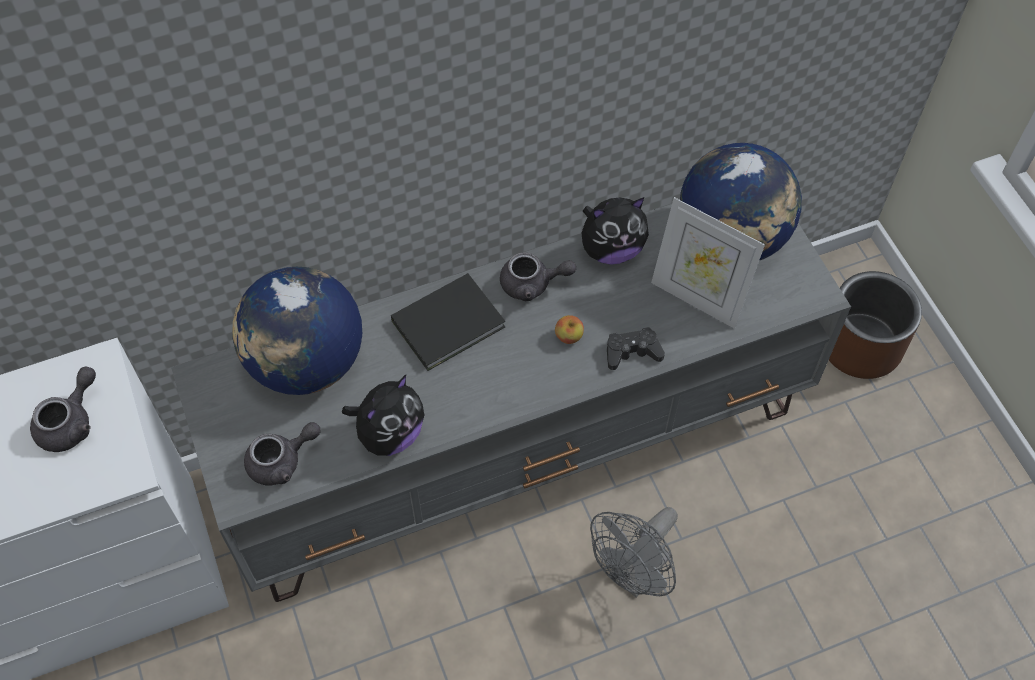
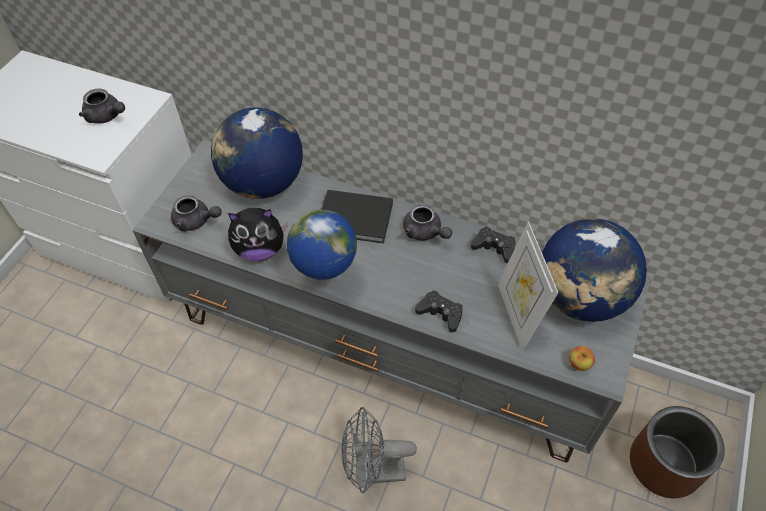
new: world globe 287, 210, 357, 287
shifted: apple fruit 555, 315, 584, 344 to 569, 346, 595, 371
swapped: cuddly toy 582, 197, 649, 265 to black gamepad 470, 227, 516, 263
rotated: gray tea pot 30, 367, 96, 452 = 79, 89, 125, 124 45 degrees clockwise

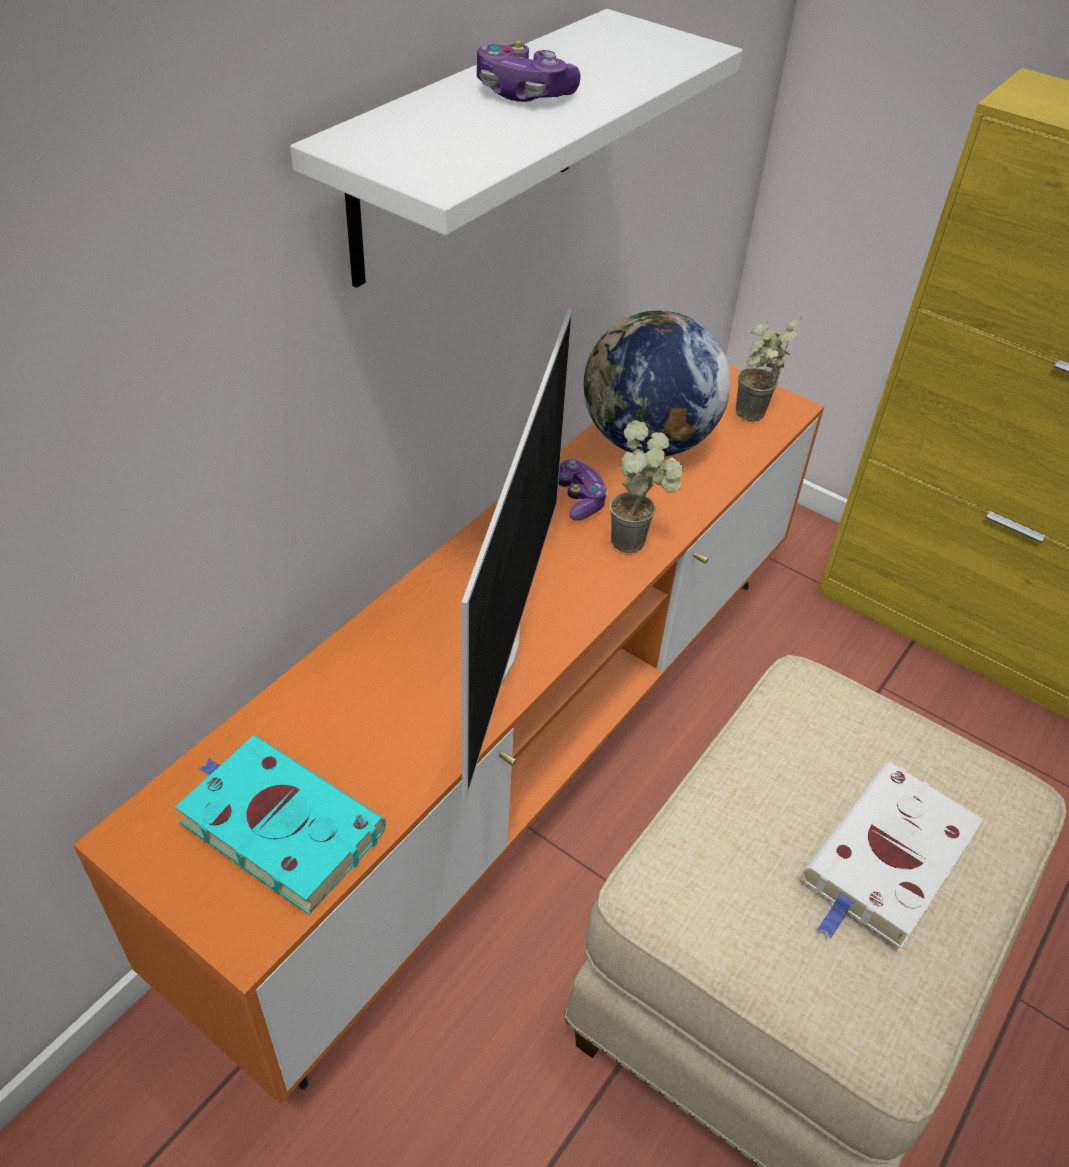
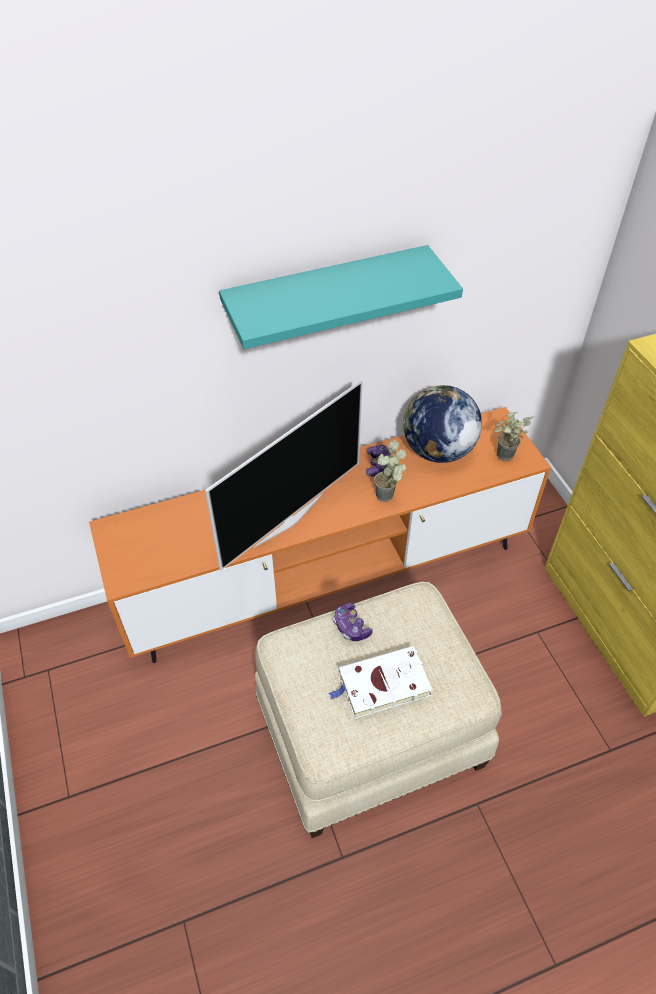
gone: turquoise-coloured volume 175, 735, 386, 915
shifted: gamepad 477, 41, 581, 102 to 333, 603, 373, 641
repainted: white-coloured shelf 290, 9, 743, 288 to turquoise-coloured shelf 219, 245, 463, 349

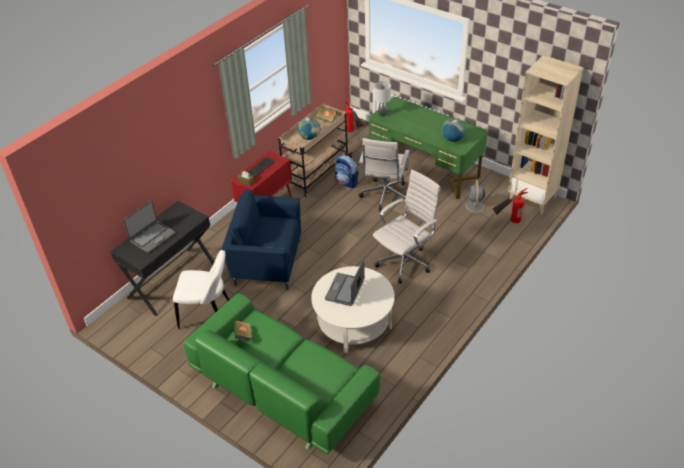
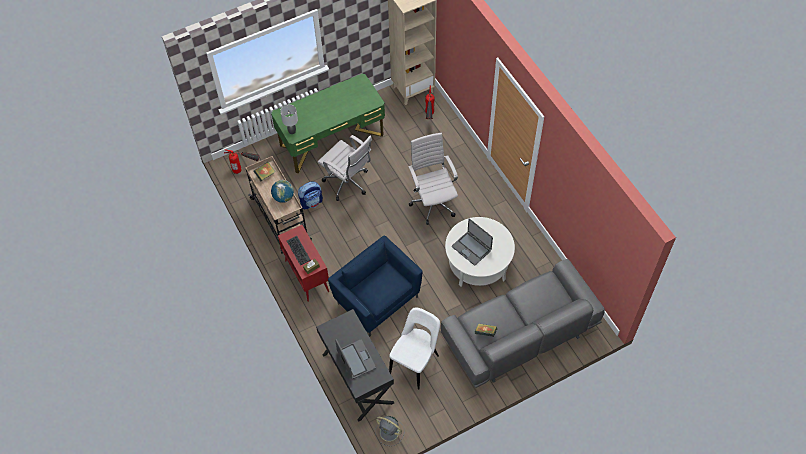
gone: world globe 442, 118, 465, 142
shifted: gray fan 462, 180, 488, 216 to 375, 416, 405, 446
repainted: green-coloured couch 184, 294, 380, 455 to gray couch 441, 259, 605, 388
rotated: blue-coloured easy chair 222, 189, 301, 290 = 328, 235, 422, 336 105 degrees clockwise

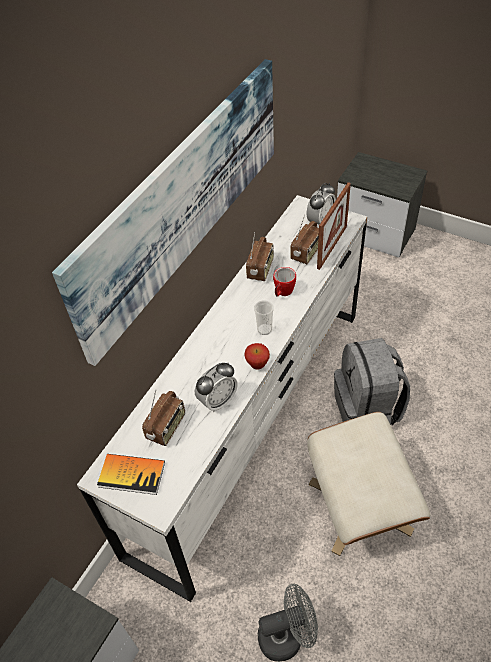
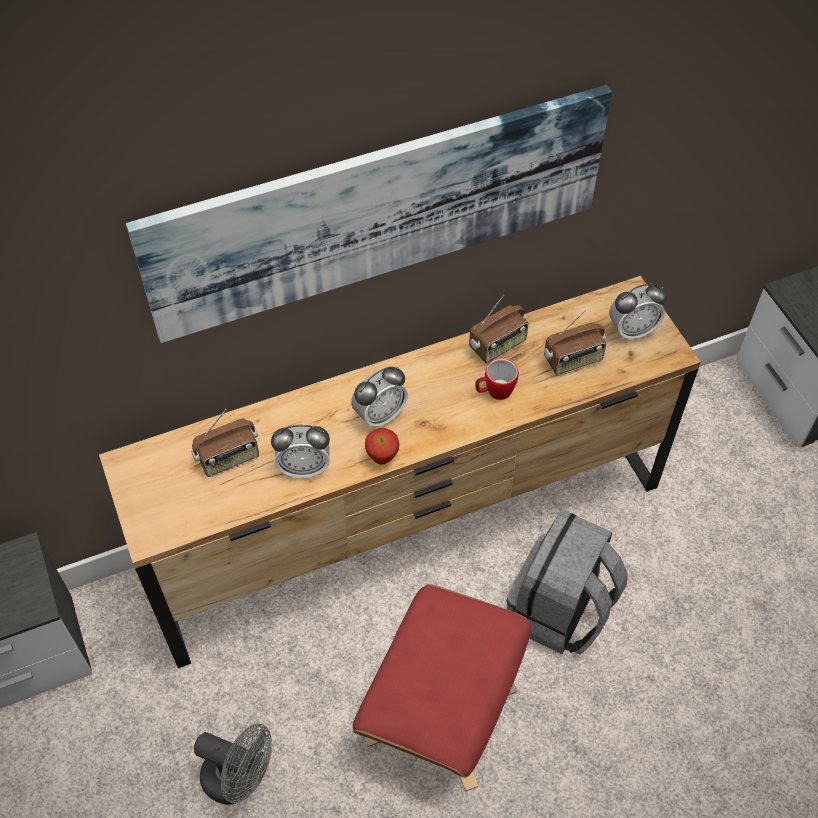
gone: volume 97, 454, 165, 495; cup 254, 300, 274, 335; photo frame 317, 182, 351, 270
new: table clock 351, 367, 408, 429
repainted: white-coloured drawer chest 77, 195, 367, 602 to brownish drawer chest 99, 276, 701, 669; beige pouffe 307, 412, 430, 556 to reddish pouffe 353, 584, 531, 791

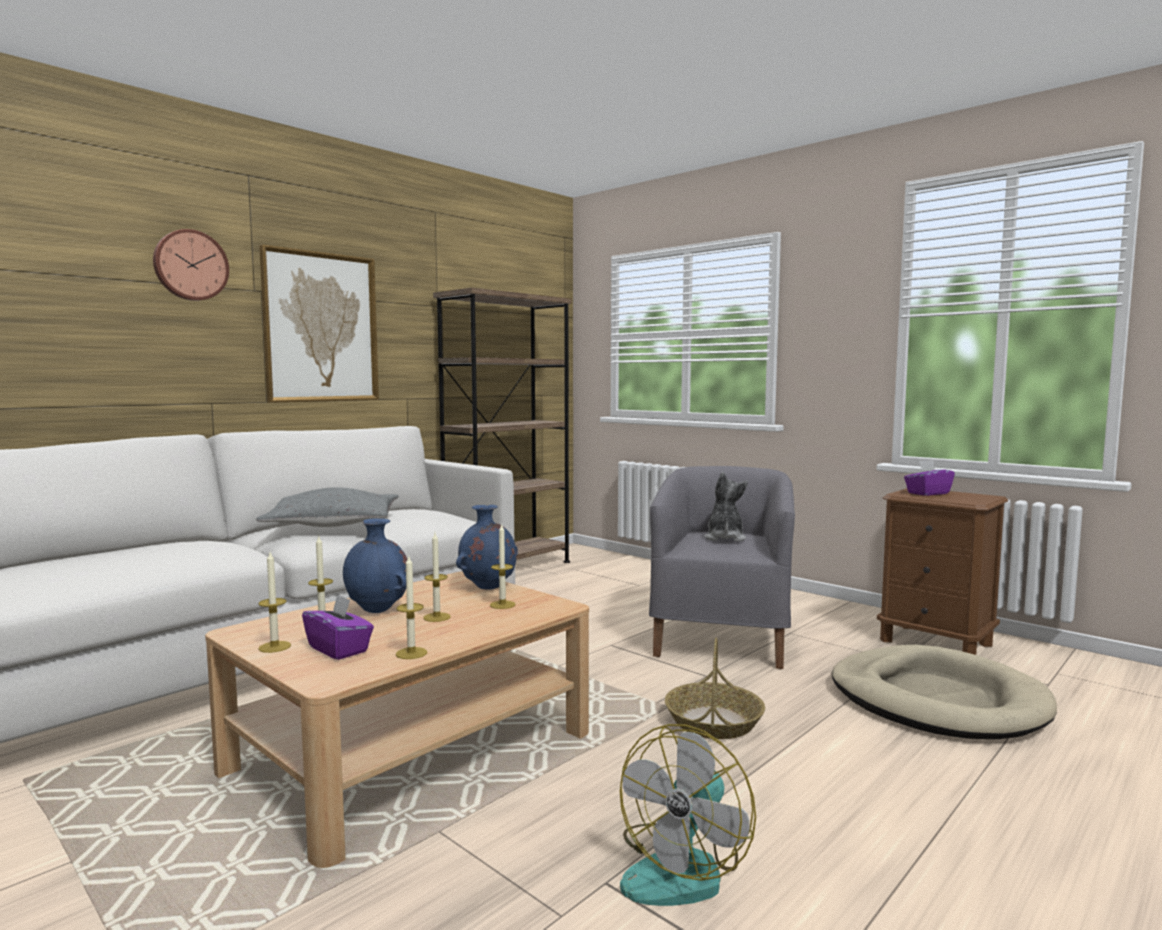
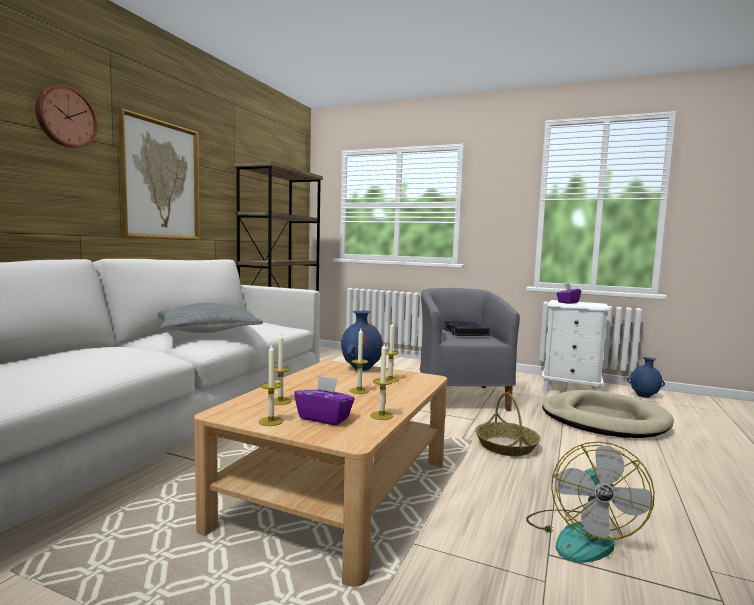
shifted: blue-coloured vase 343, 518, 408, 613 to 627, 357, 665, 398
swapped: cuddly toy 704, 472, 748, 542 to volume 443, 321, 490, 336
repainted: brownish bedside table 877, 488, 1008, 655 to white-coloured bedside table 542, 300, 610, 391

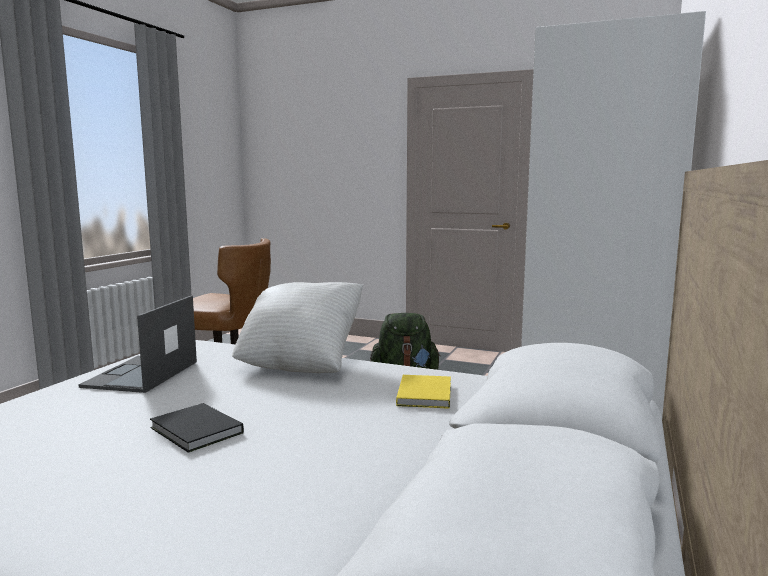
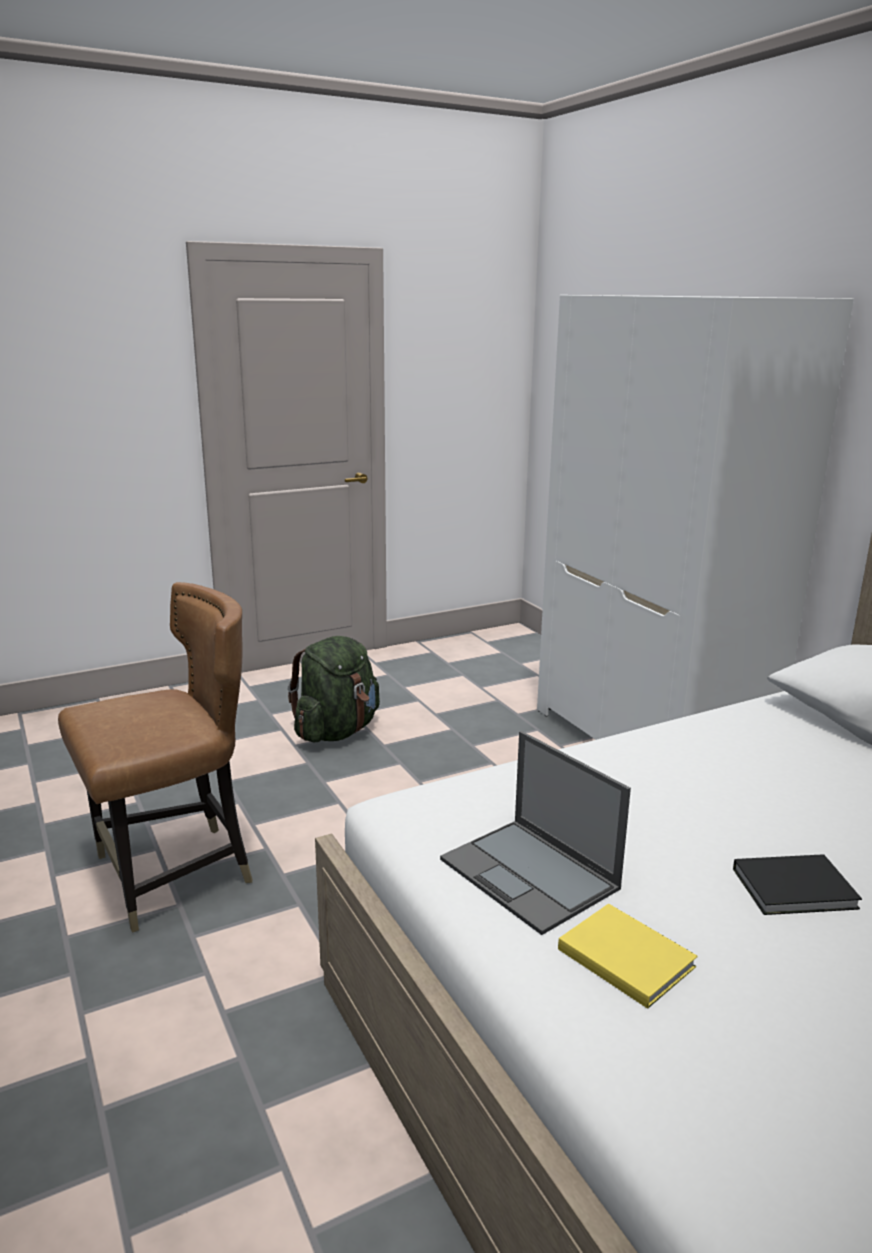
gone: white-coloured throw pillow 232, 282, 364, 373
shifted: yellowish volume 396, 375, 451, 409 to 558, 904, 698, 1009

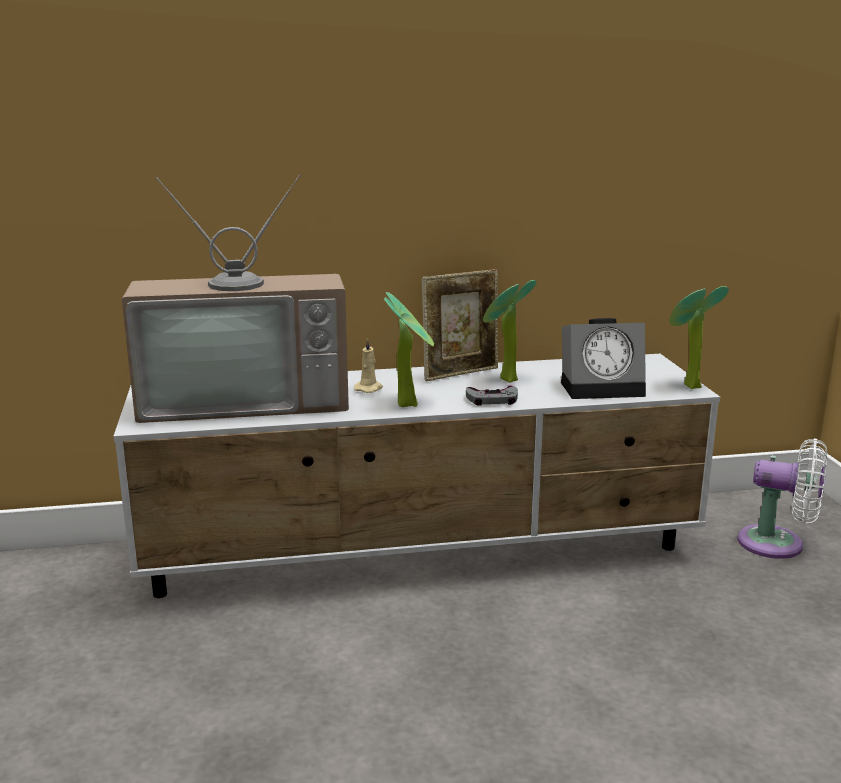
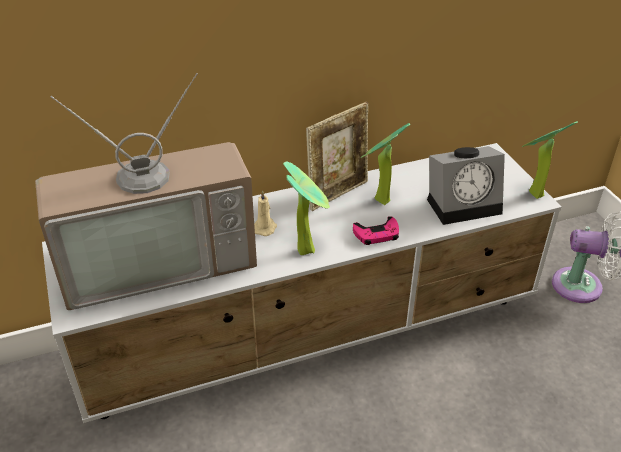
repainted: gray gamepad 466, 386, 518, 406 to pink gamepad 353, 216, 399, 245

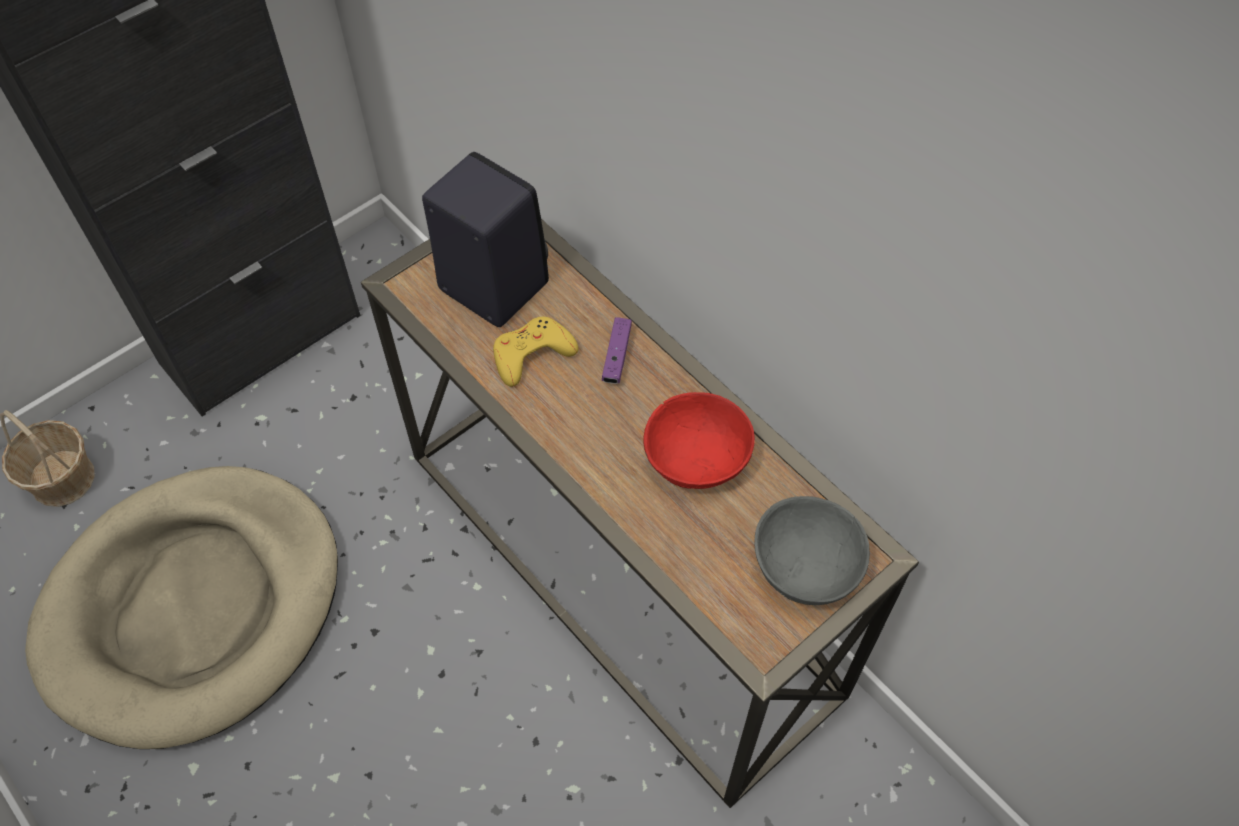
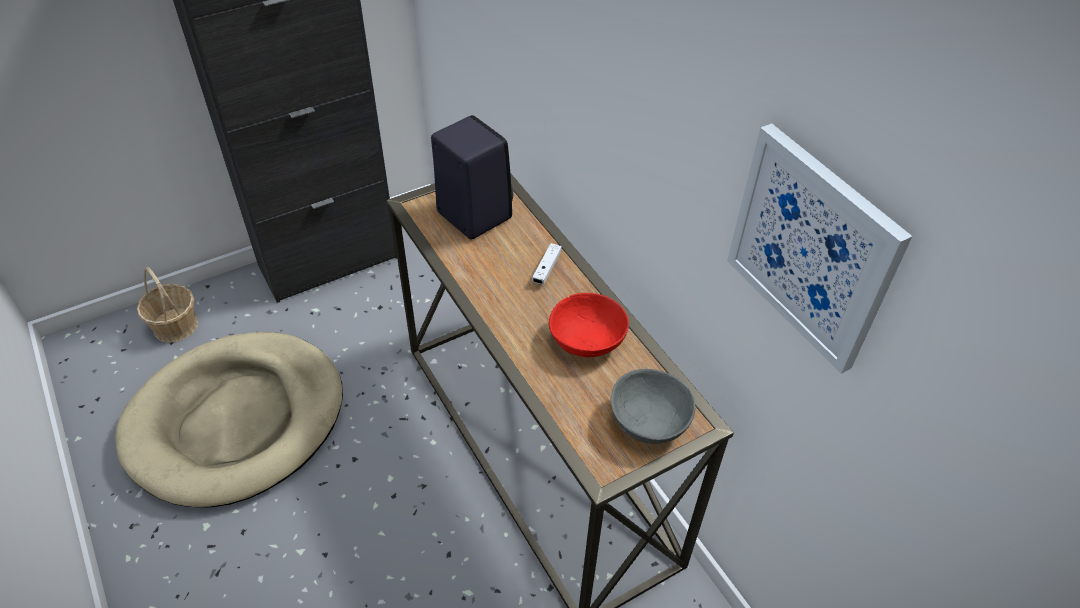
gone: yellowish gamepad 493, 317, 578, 387
new: wall art 727, 123, 912, 374
repainted: purple gamepad 602, 317, 632, 384 to white-coloured gamepad 532, 243, 562, 284

